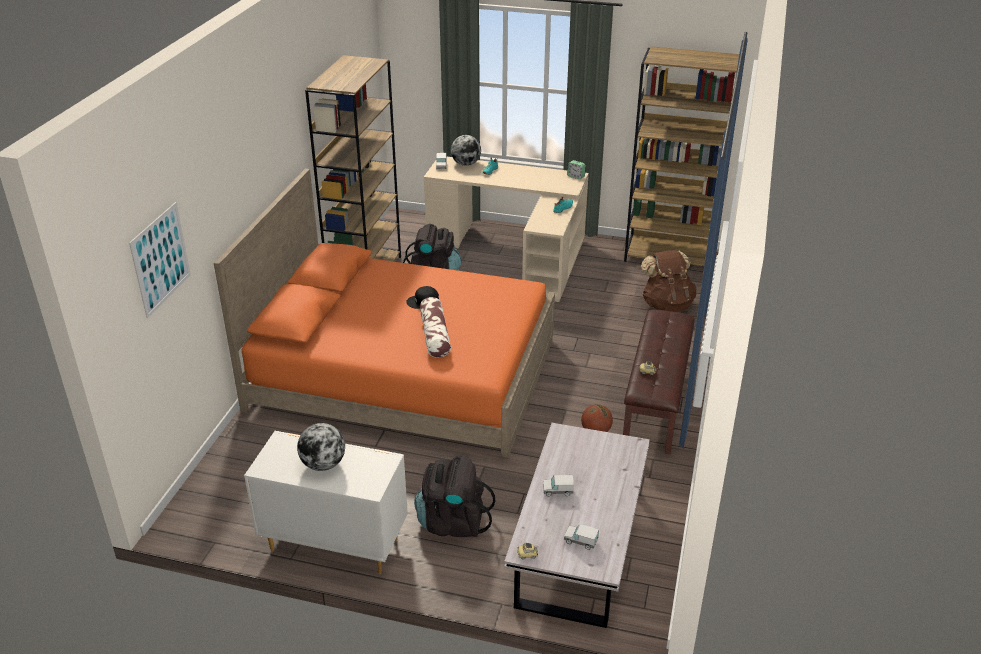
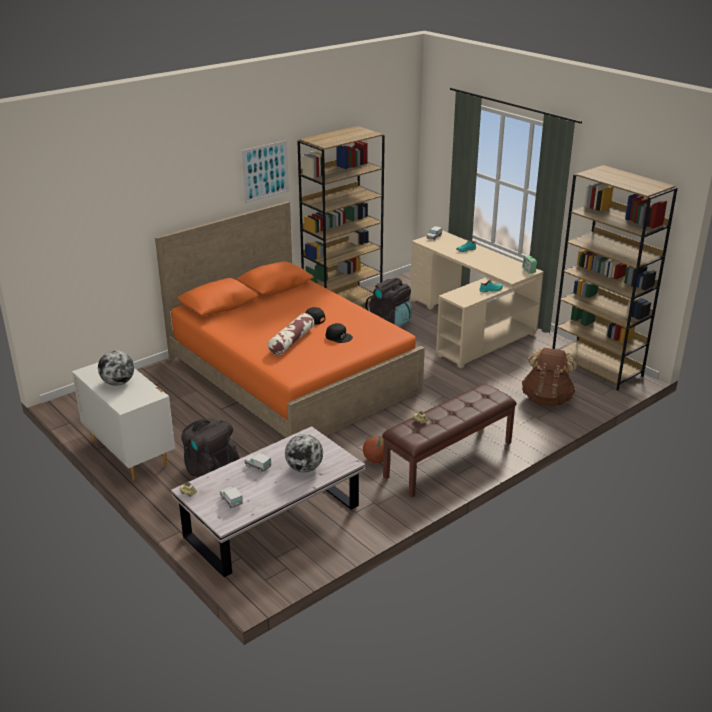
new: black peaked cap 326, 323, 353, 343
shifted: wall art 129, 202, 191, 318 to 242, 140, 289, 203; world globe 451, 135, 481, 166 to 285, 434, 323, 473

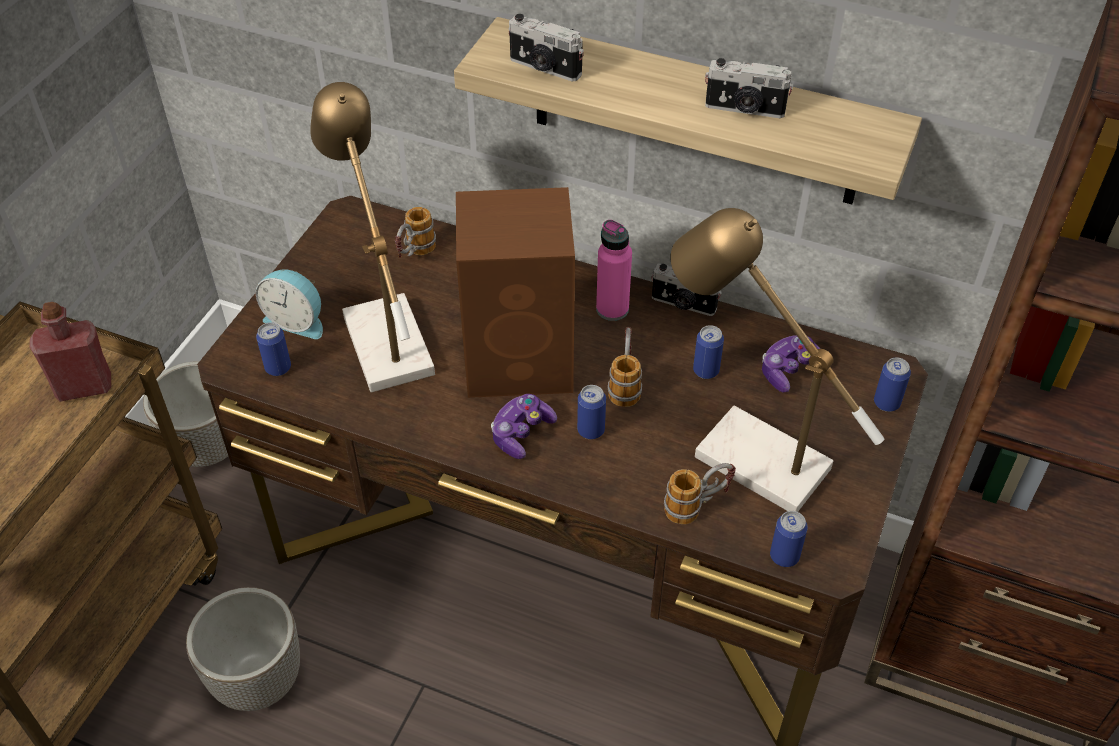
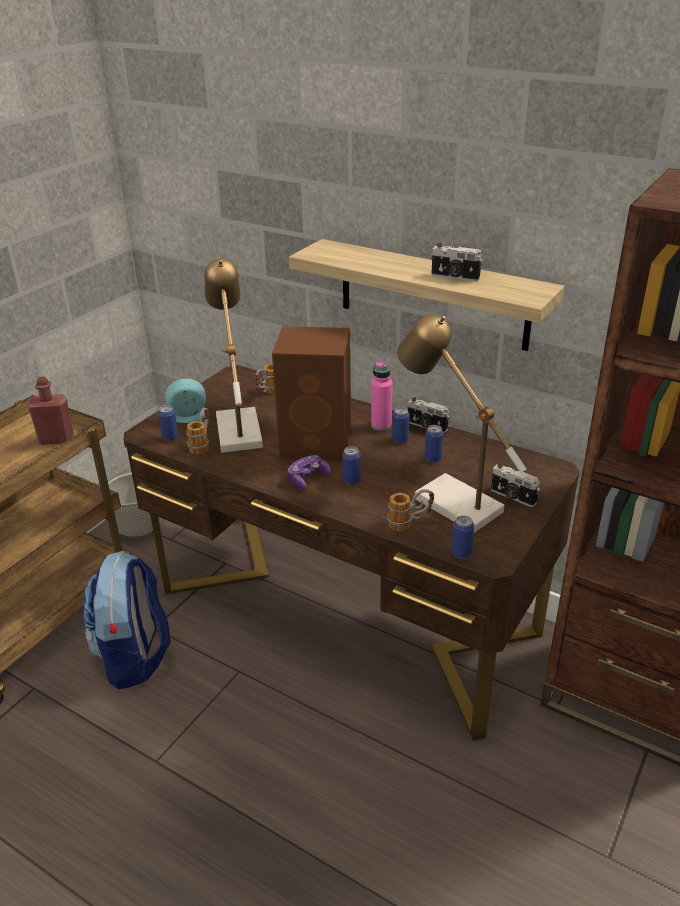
gone: gamepad 762, 335, 820, 393
shifted: photo camera 509, 14, 584, 81 to 491, 464, 540, 507; coffee mug 608, 327, 642, 407 to 186, 408, 210, 454; metal can 874, 357, 911, 412 to 392, 407, 410, 443
swapped: planter 186, 587, 300, 711 to knapsack 84, 551, 171, 689
rotated: table clock 256, 270, 323, 339 = 165, 379, 206, 423 135 degrees clockwise

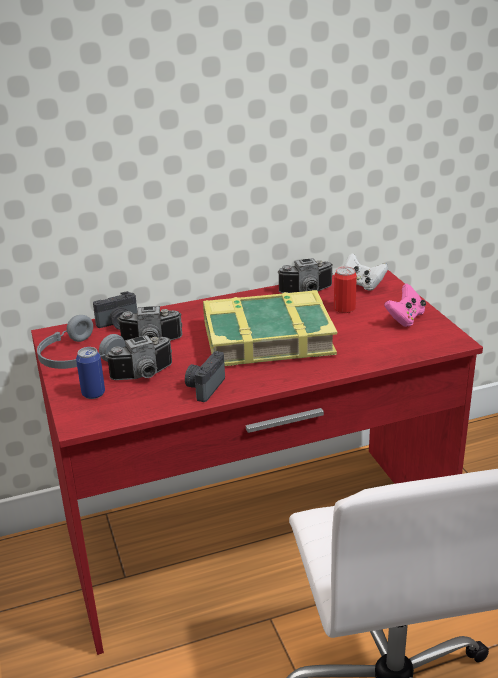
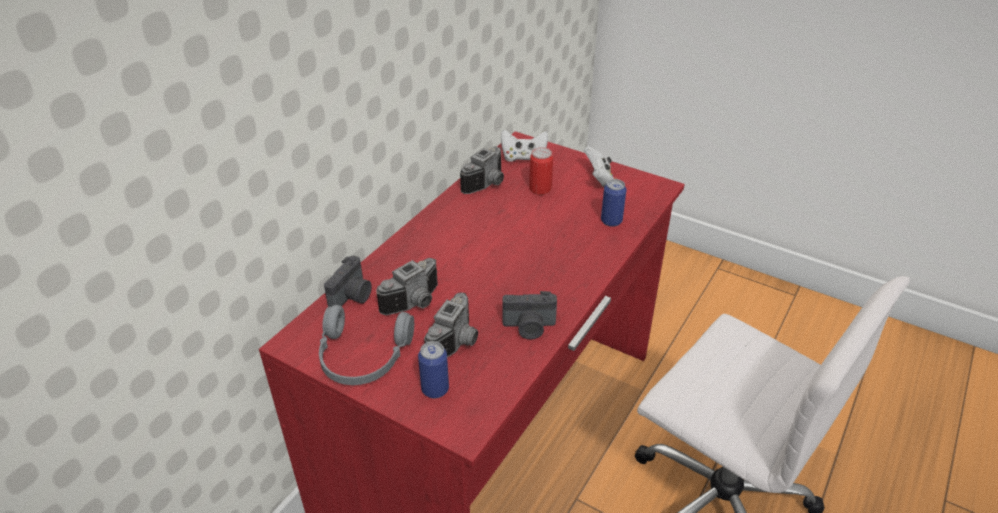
gone: volume 203, 290, 337, 366
new: metal can 601, 179, 627, 227
repainted: pink gamepad 384, 283, 426, 327 to white-coloured gamepad 584, 146, 616, 187
rotated: photo camera 185, 351, 225, 402 = 502, 291, 557, 339 75 degrees counterclockwise

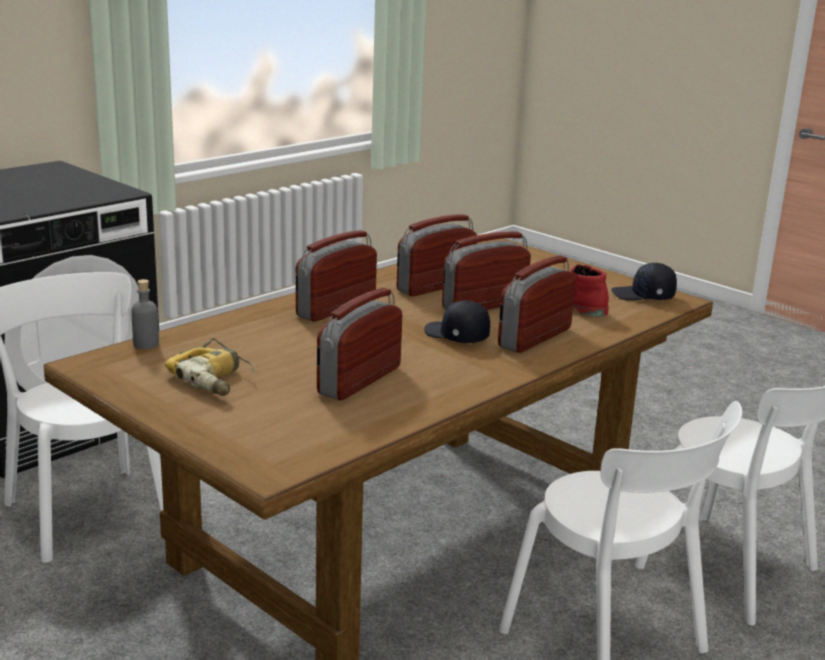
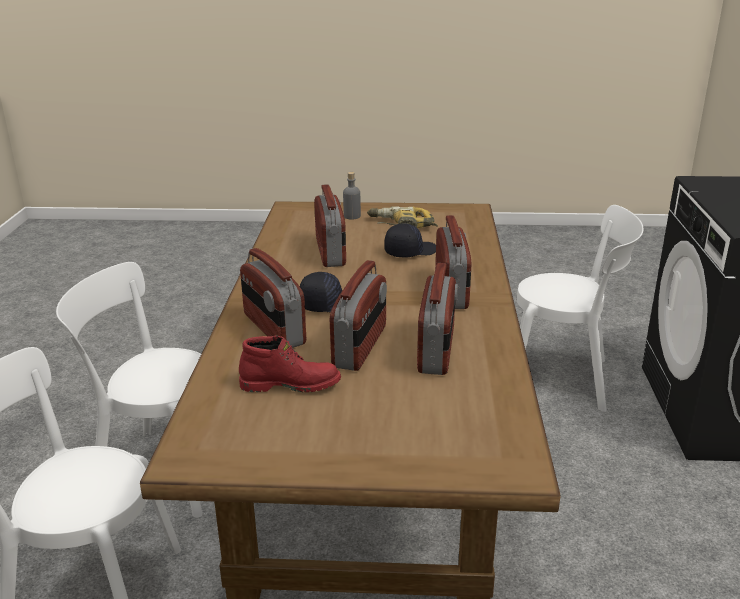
shifted: gray beverage bottle 131, 279, 159, 349 to 343, 172, 361, 220; black peaked cap 611, 263, 677, 301 to 385, 223, 436, 257
rotated: radio receiver 498, 256, 576, 353 = 240, 248, 307, 348 150 degrees clockwise

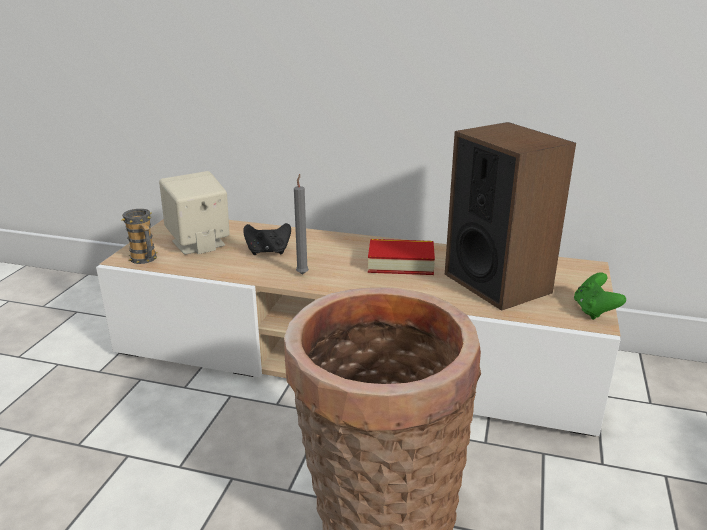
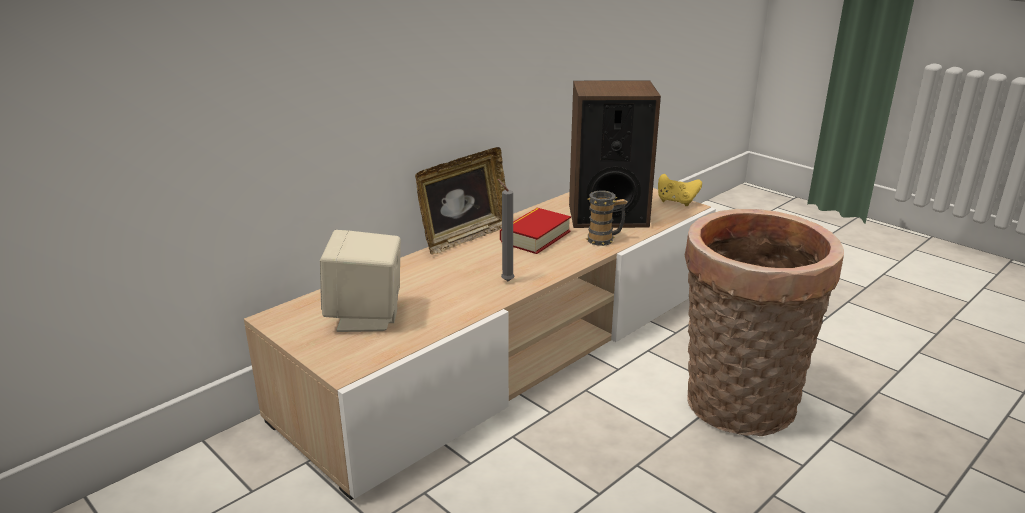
gone: black gamepad 243, 223, 291, 255
new: photo frame 415, 147, 506, 255
shifted: coffee mug 122, 209, 158, 264 to 586, 191, 628, 246
repainted: green-coloured gamepad 574, 272, 626, 320 to yellowish gamepad 658, 174, 702, 206

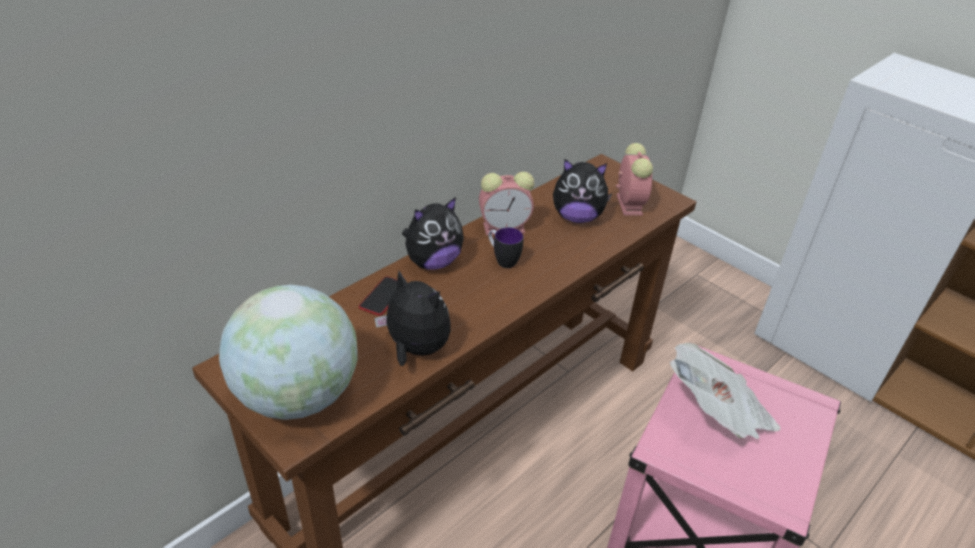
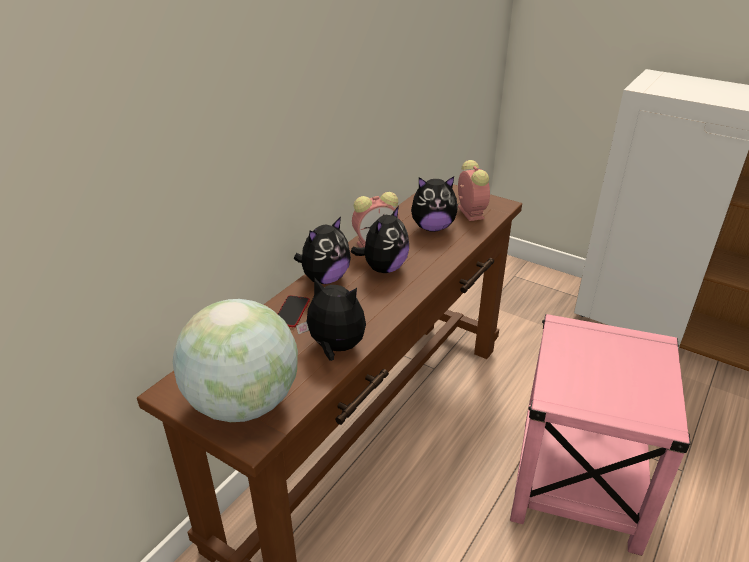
gone: newspaper 670, 343, 780, 439
swapped: coffee mug 488, 227, 523, 268 to cuddly toy 351, 206, 409, 273

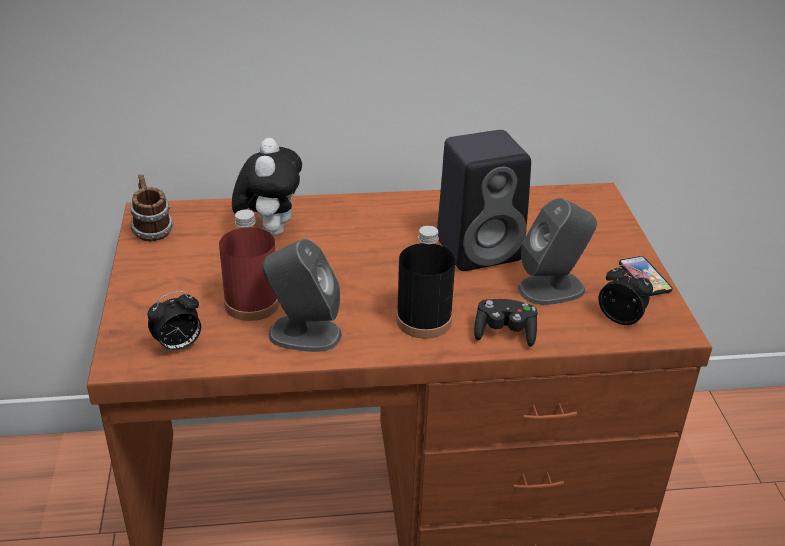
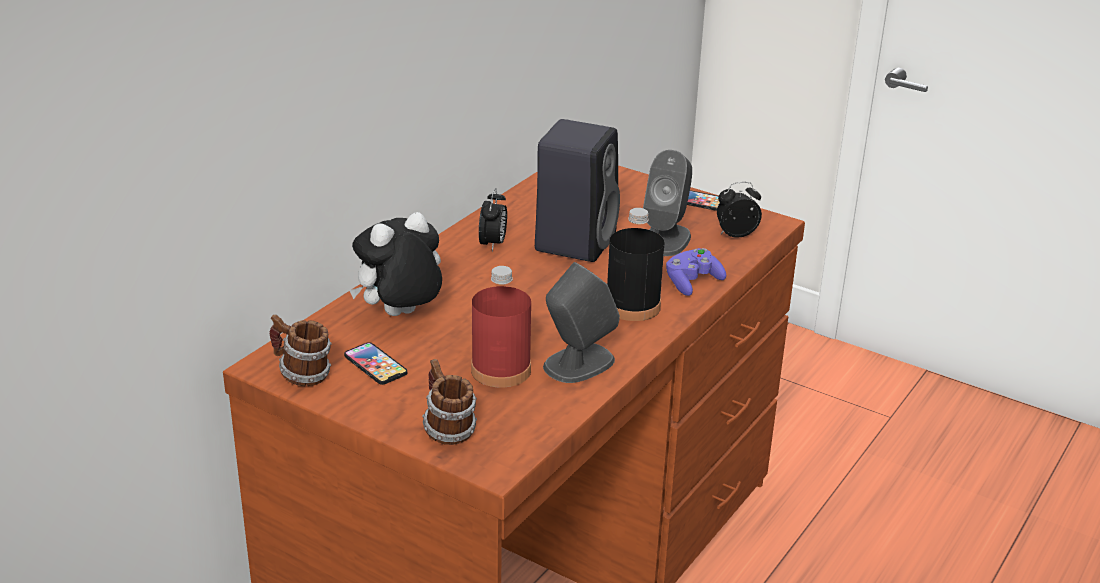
new: telephone 344, 342, 407, 385; coffee mug 422, 359, 477, 445
shifted: table clock 148, 291, 201, 353 to 479, 188, 507, 252
repainted: black gamepad 474, 299, 537, 347 to purple gamepad 666, 248, 726, 296
rotated: cuddly toy 232, 138, 302, 236 = 349, 212, 442, 316 75 degrees counterclockwise

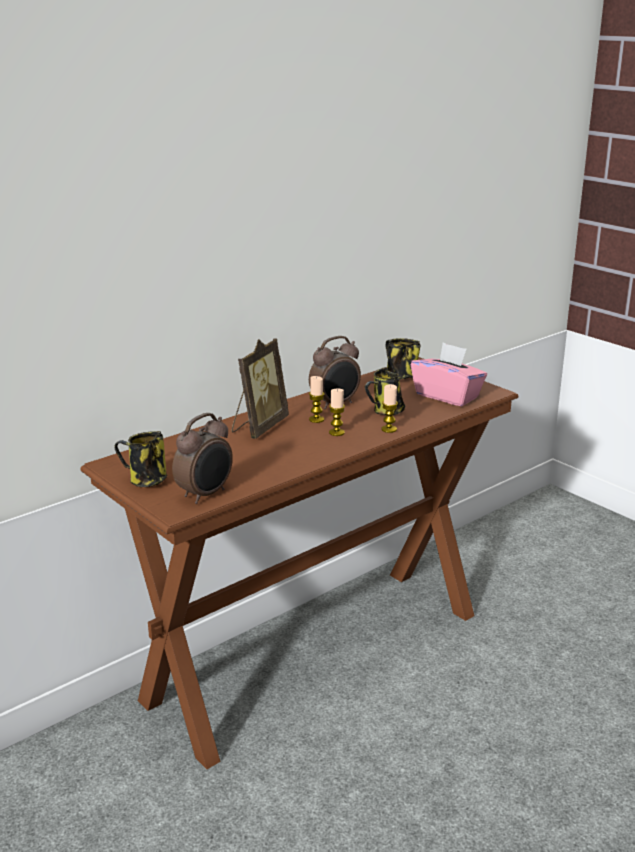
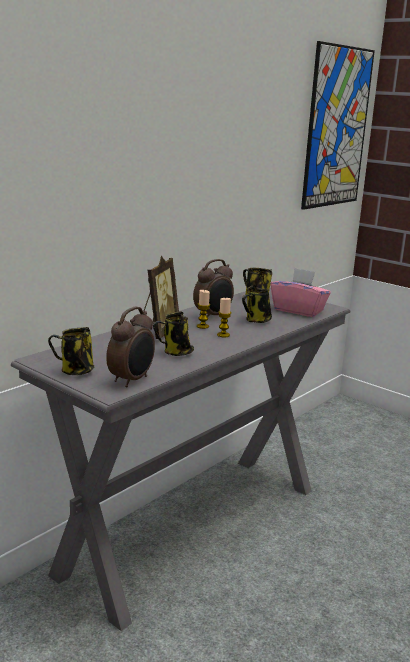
gone: wax candle 381, 384, 398, 433
new: coffee mug 153, 312, 194, 356; wall art 301, 41, 375, 210
repainted: brownish narrow table 80, 357, 518, 769 to gray narrow table 11, 288, 350, 631

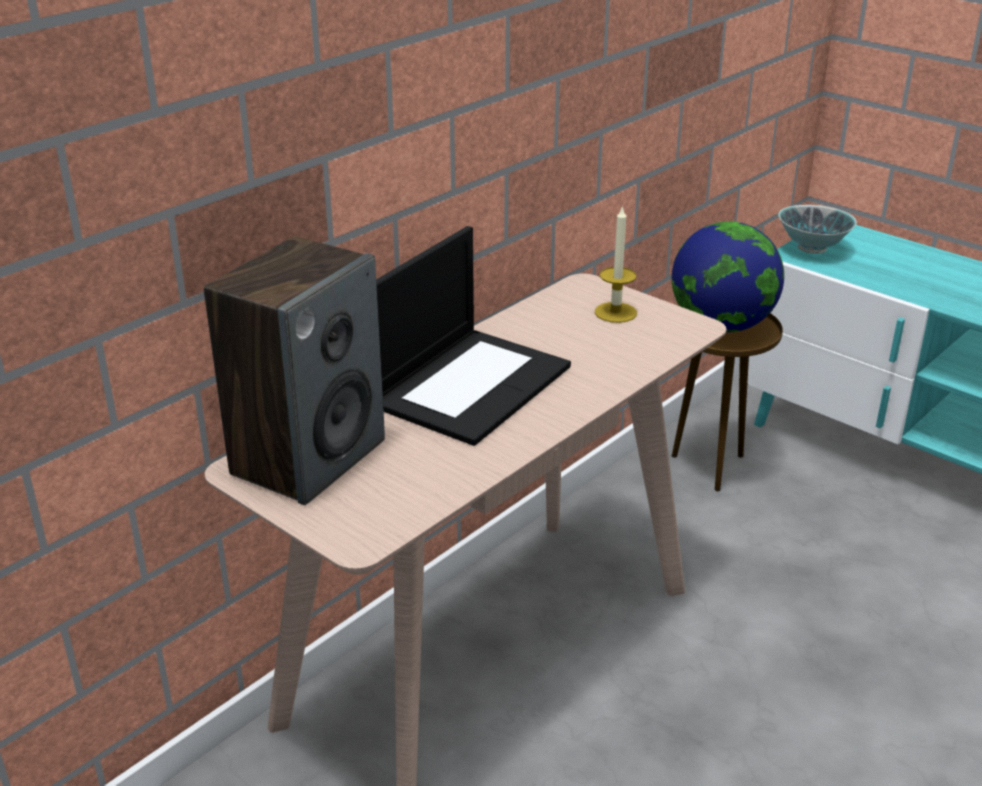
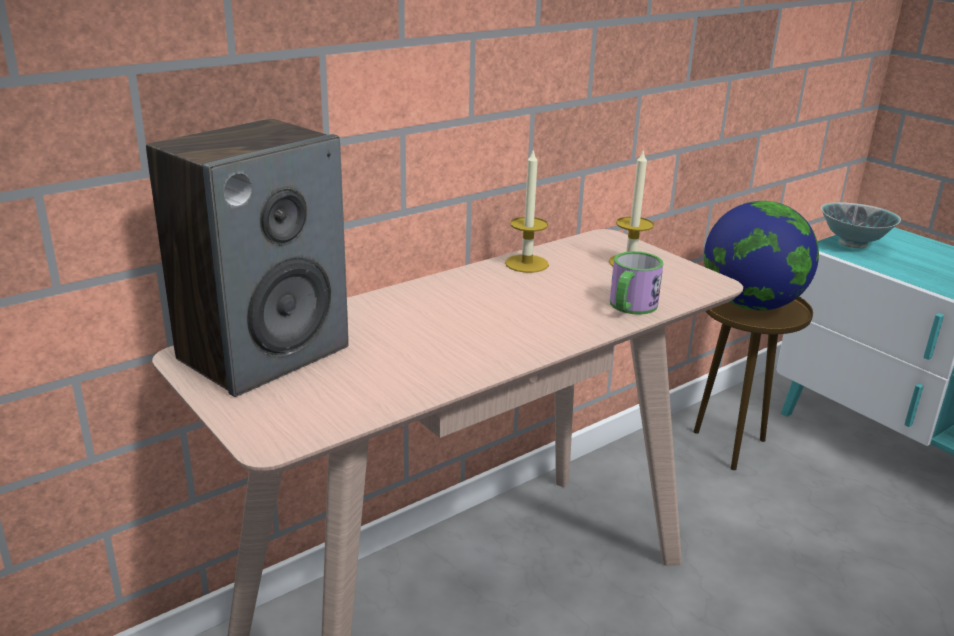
gone: notebook computer 376, 226, 571, 446
new: wax candle 505, 148, 549, 273; coffee mug 610, 251, 663, 315

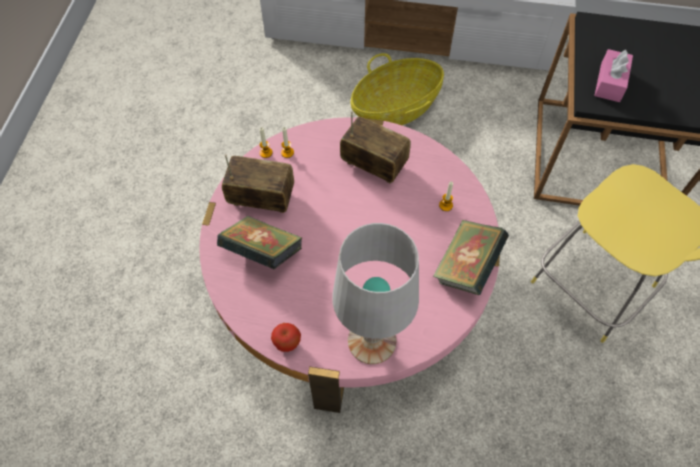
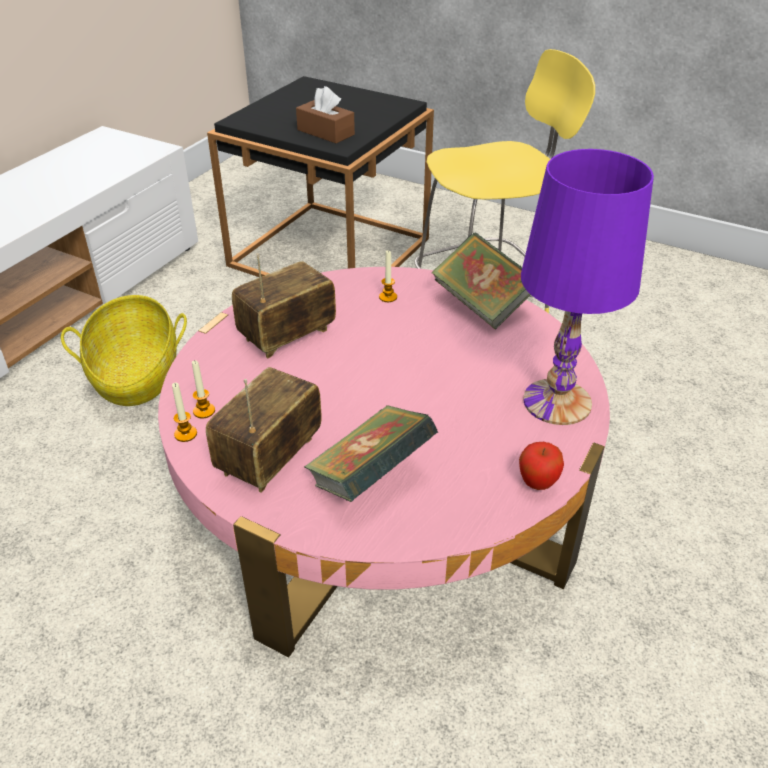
repainted: white-coloured table lamp 332, 223, 419, 364 to purple table lamp 521, 149, 654, 425; pink tissue holder 594, 49, 633, 102 to brownish tissue holder 296, 86, 355, 143

